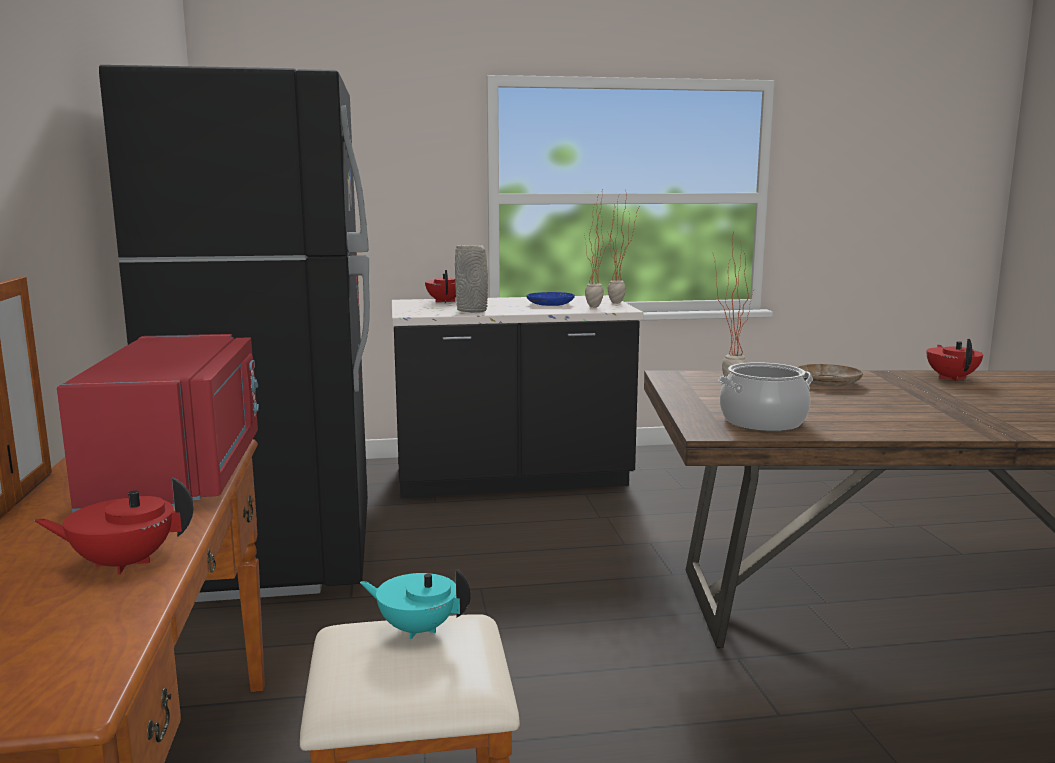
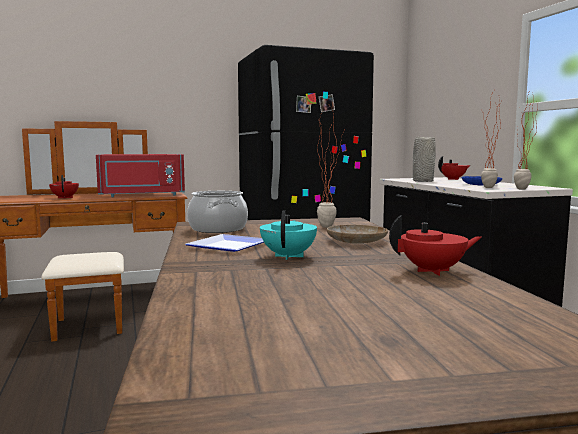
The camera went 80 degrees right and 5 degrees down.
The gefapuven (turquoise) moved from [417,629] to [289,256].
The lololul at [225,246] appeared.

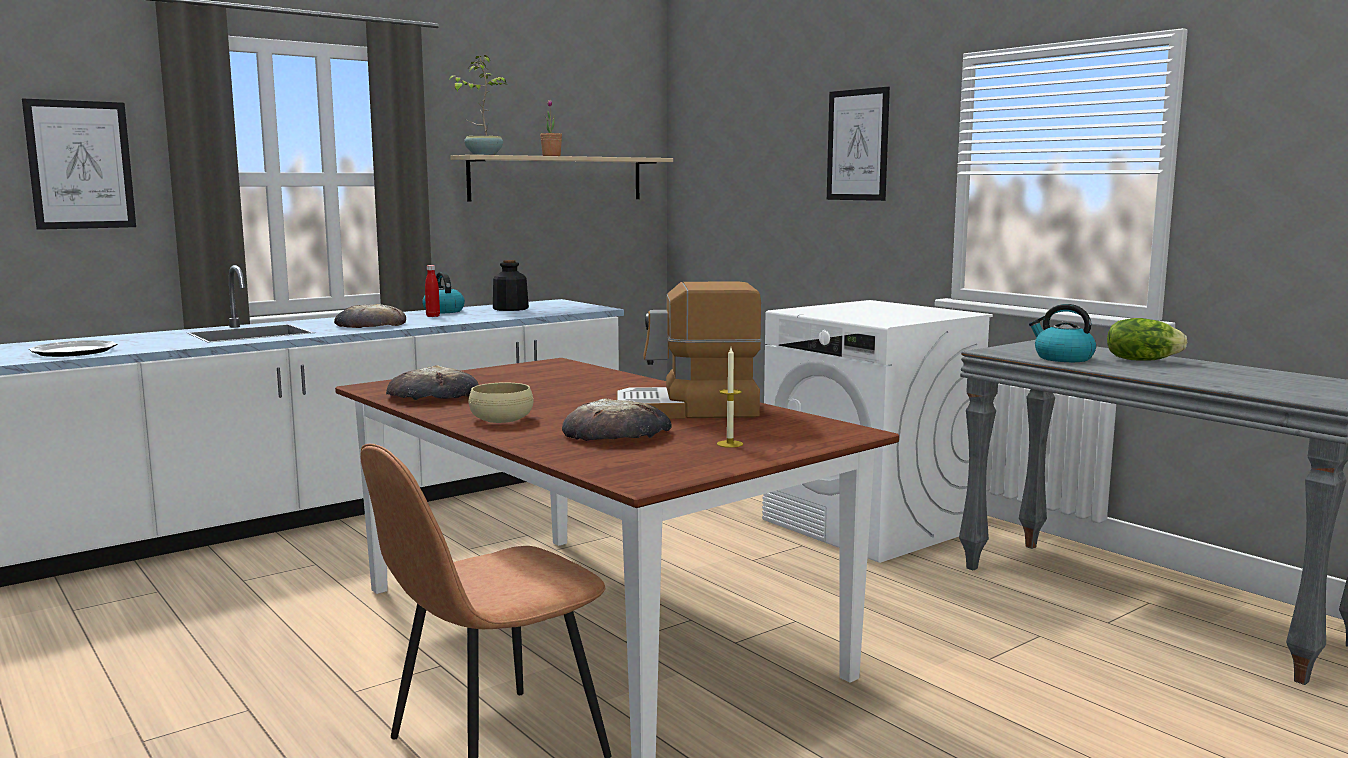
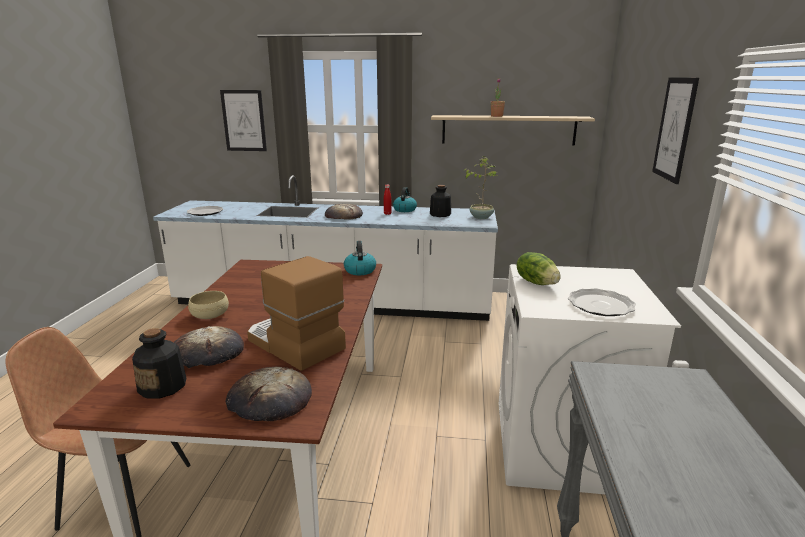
The camera went 45 degrees right and 10 degrees up.
The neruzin moved from [483,155] to [481,217].
The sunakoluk moved from [1062,358] to [360,270].
The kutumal moved from [1141,360] to [536,282].
The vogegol at [730,444] disappeared.
The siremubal moved from [434,396] to [269,399].
The lololul at [600,305] appeared.
The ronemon at [163,386] appeared.

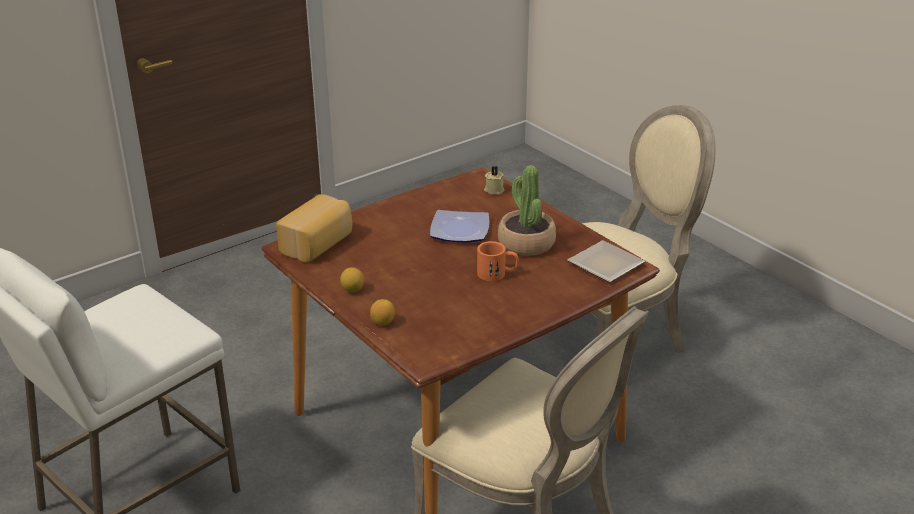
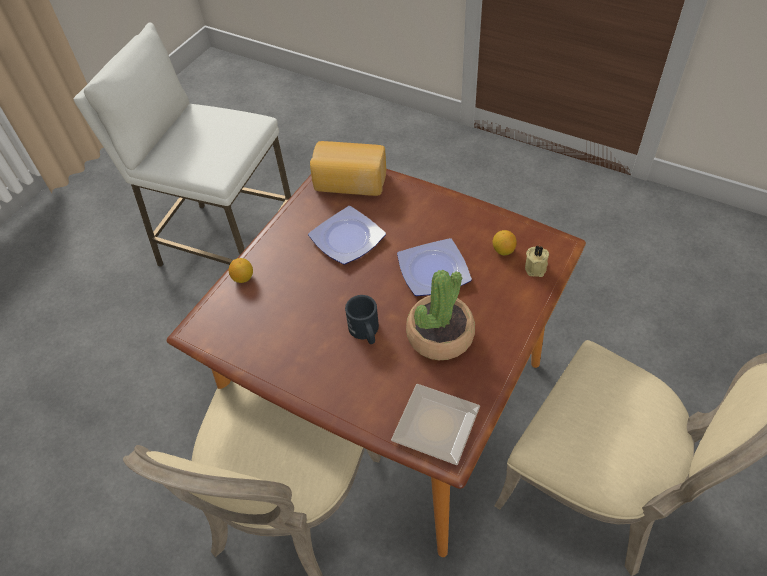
The camera went 70 degrees right and 20 degrees up.
The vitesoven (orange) at [497,274] became the vitesoven (black) at [365,332].
The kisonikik moved from [352,290] to [503,250].
The lololul at [345,239] appeared.

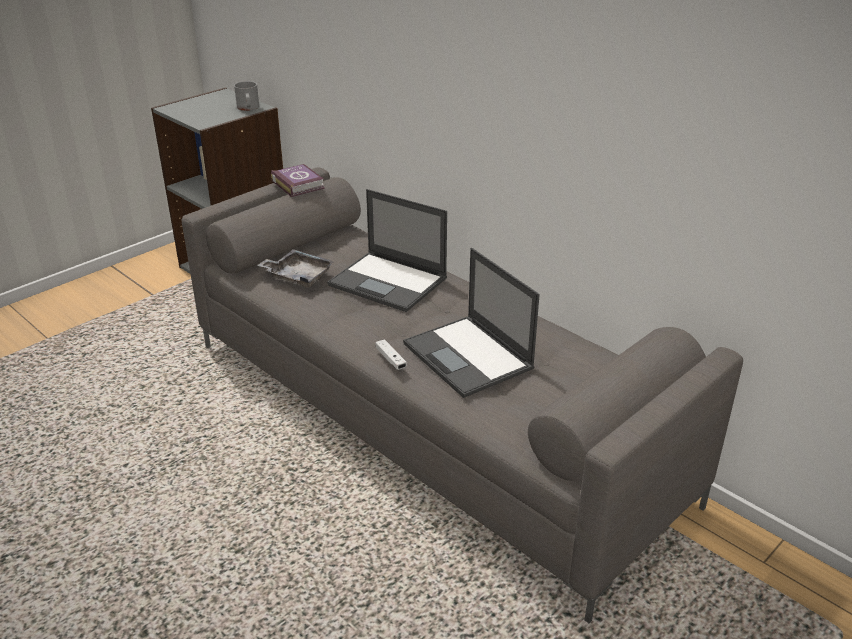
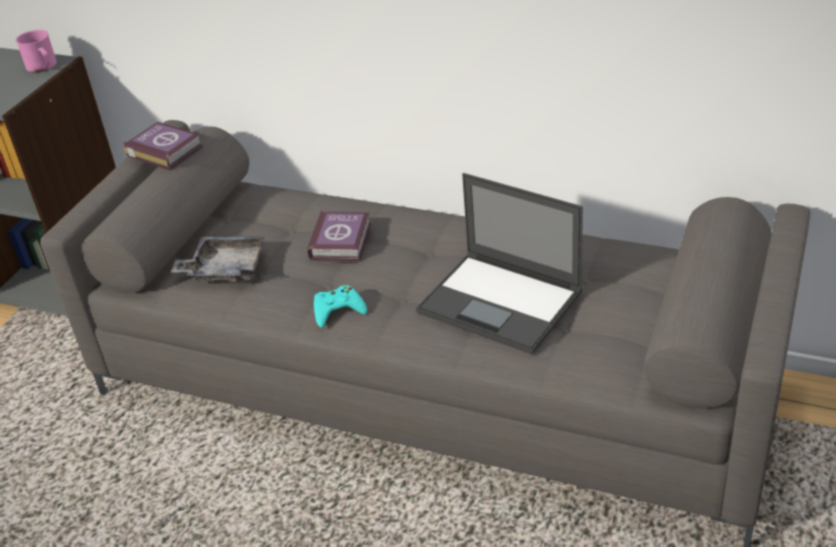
The camera went 20 degrees left and 5 degrees up.
The vitesoven (grey) at [248,108] became the vitesoven (pink) at [43,67].
The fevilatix at [389,282] was replaced by the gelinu at [342,241].
The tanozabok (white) at [390,359] disappeared.
The tanozabok (turquoise) at [338,310] appeared.

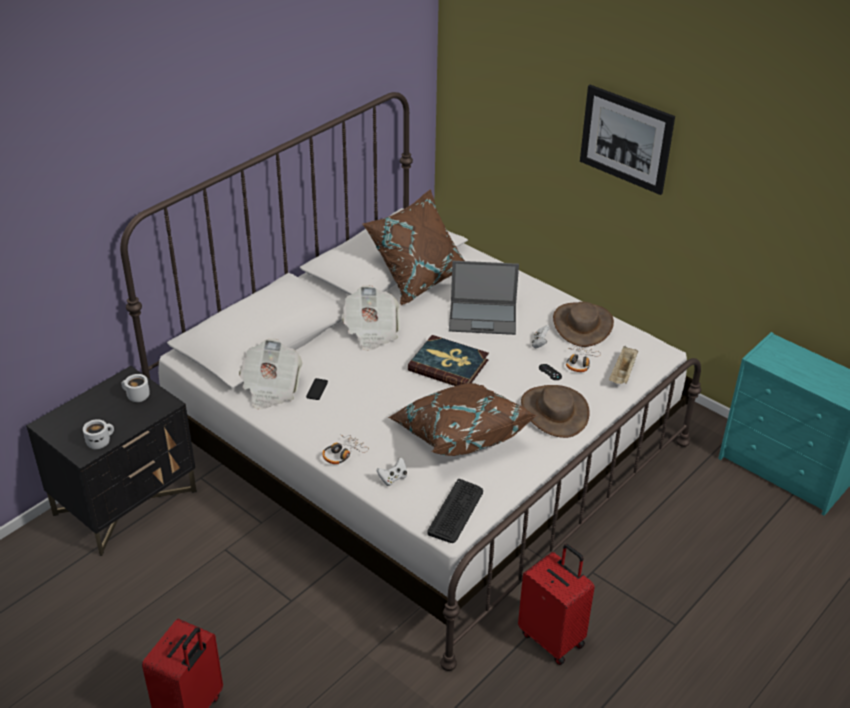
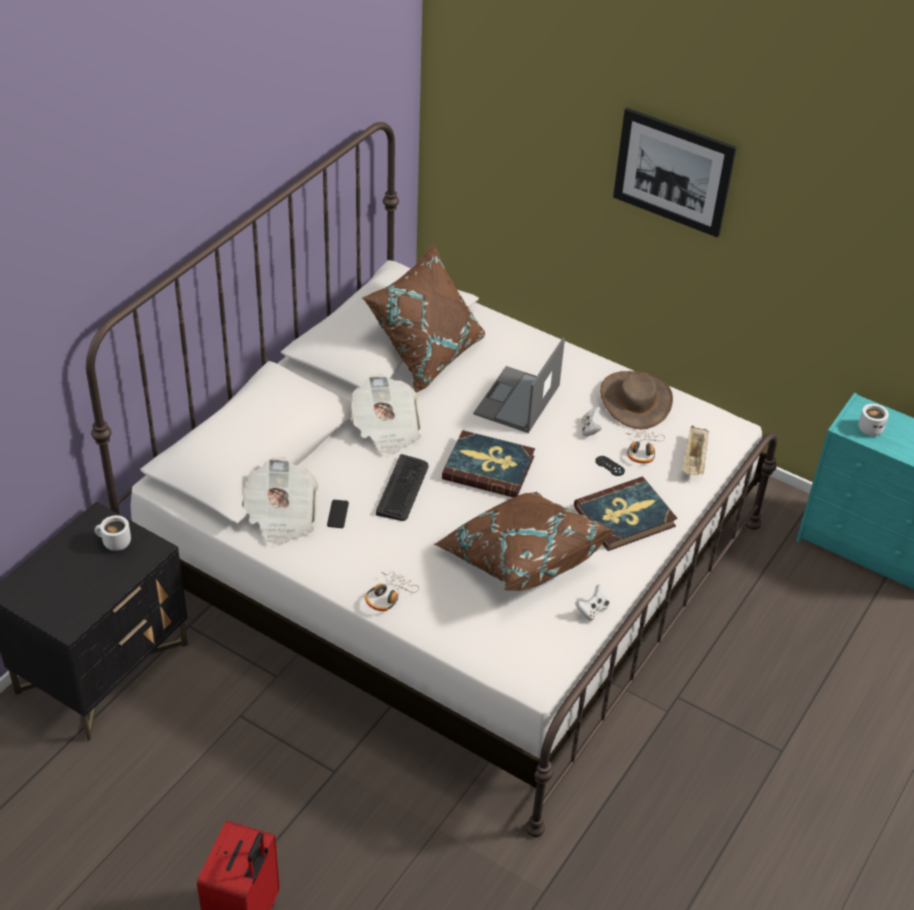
The camera went 10 degrees left and 5 degrees up.
The fevilatix at [483,318] turned 120 degrees clockwise.
The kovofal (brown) at [554,411] was replaced by the gelinu at [625,517].
The vitesoven (white) moved from [100,441] to [870,427].
The tanozabok (white) moved from [393,478] to [592,610].
The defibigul moved from [456,512] to [403,488].
The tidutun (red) at [553,638] disappeared.

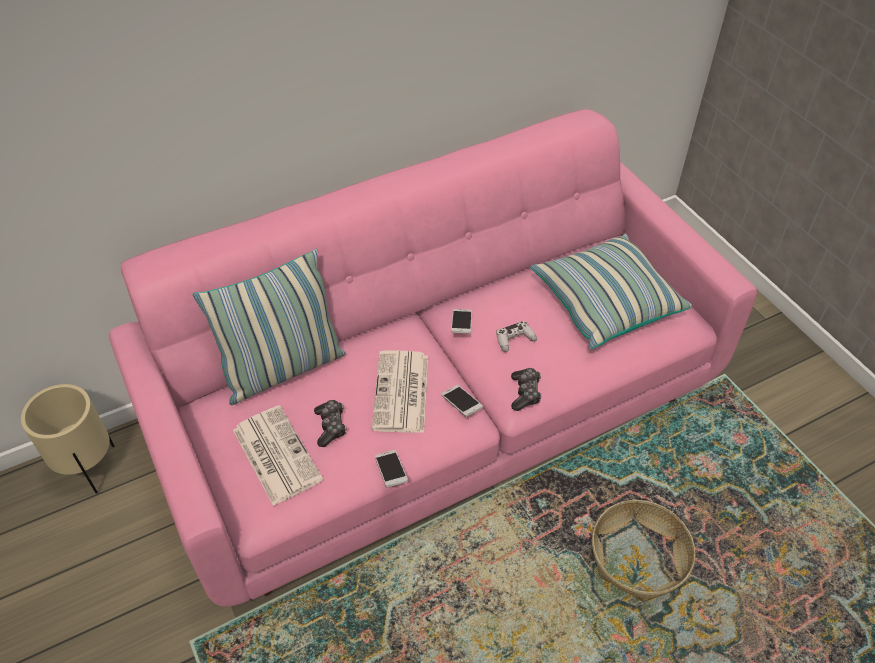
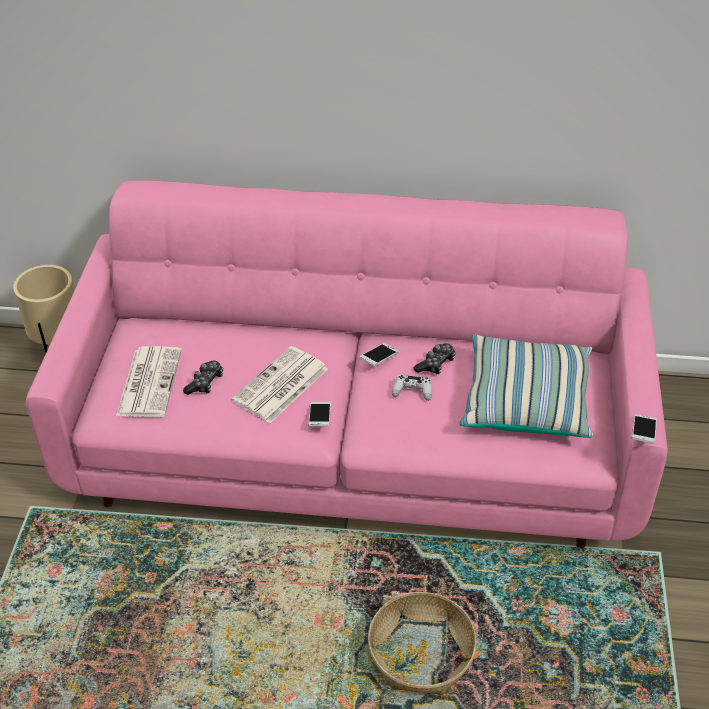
The camera went 35 degrees right and 5 degrees down.
The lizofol at [283,369] disappeared.
The tanozabok moved from [525,393] to [436,364].
The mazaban moved from [391,472] to [643,433].

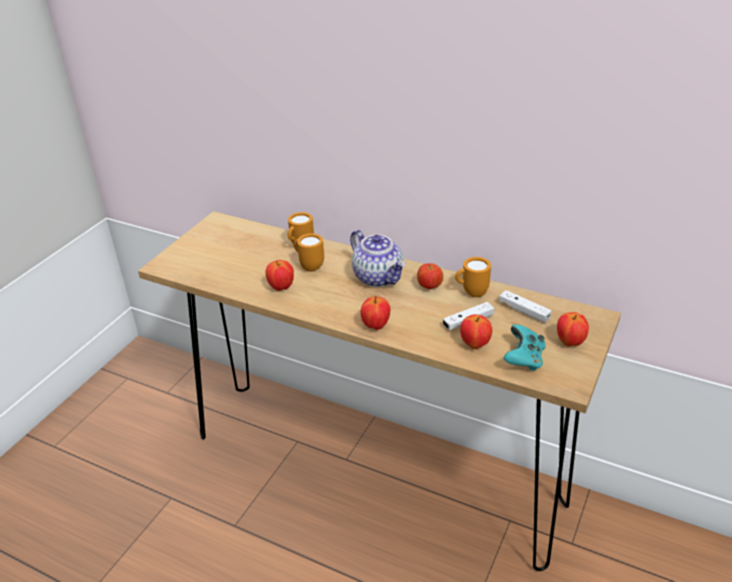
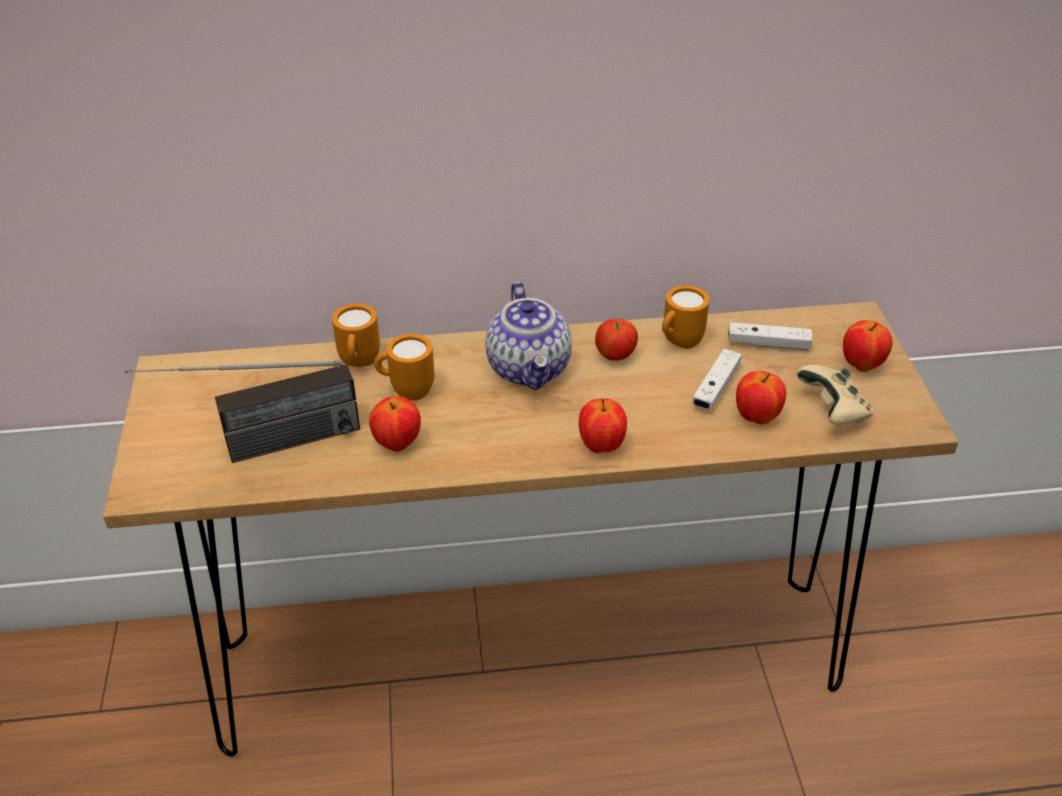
The camera went 35 degrees left and 5 degrees up.
The gefapuven at [379,277] turned 60 degrees clockwise.
The tanozabok (turquoise) at [524,359] became the tanozabok (beige) at [833,411].
The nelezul at [259,447] appeared.

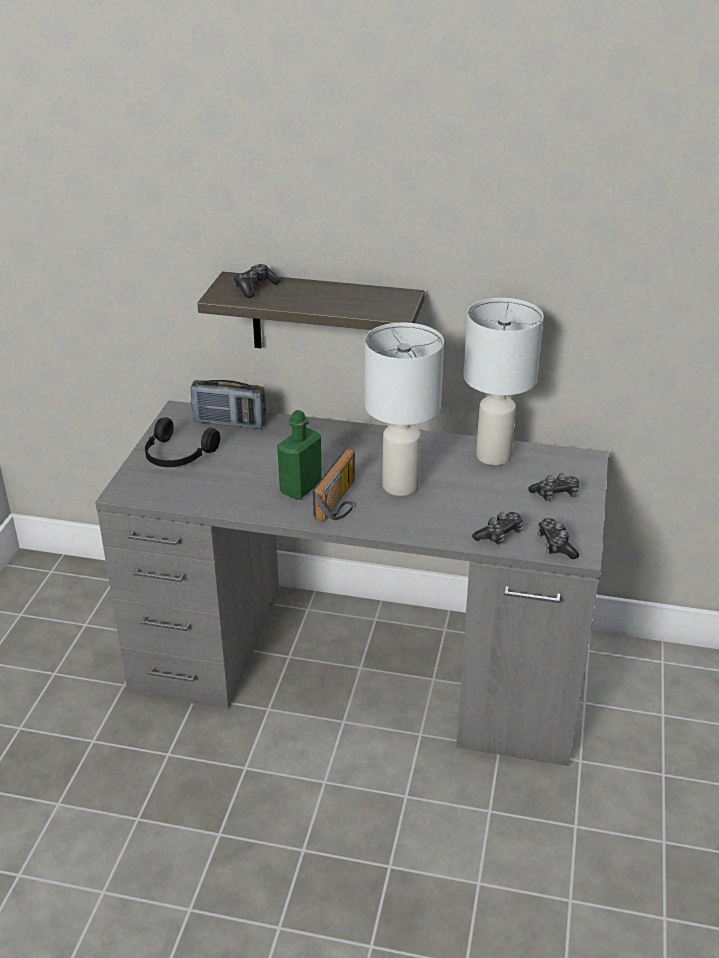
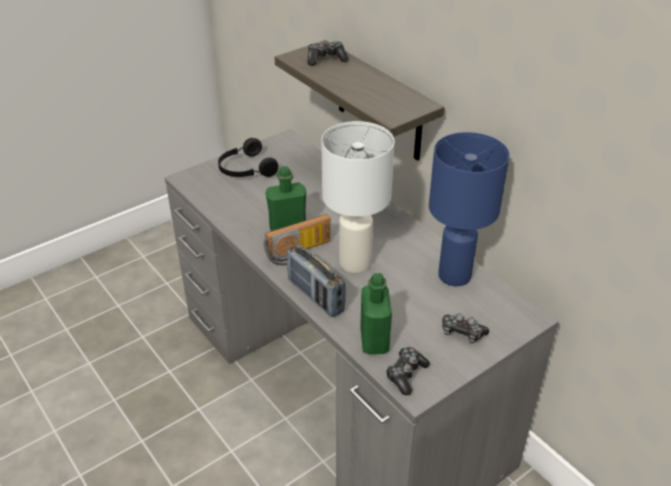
The camera went 40 degrees right and 5 degrees up.
The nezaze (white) at [494,456] became the nezaze (blue) at [454,276].
The nelezul moved from [229,423] to [315,296].
The tanozabok at [499,535] was replaced by the ronemon (green) at [374,340].

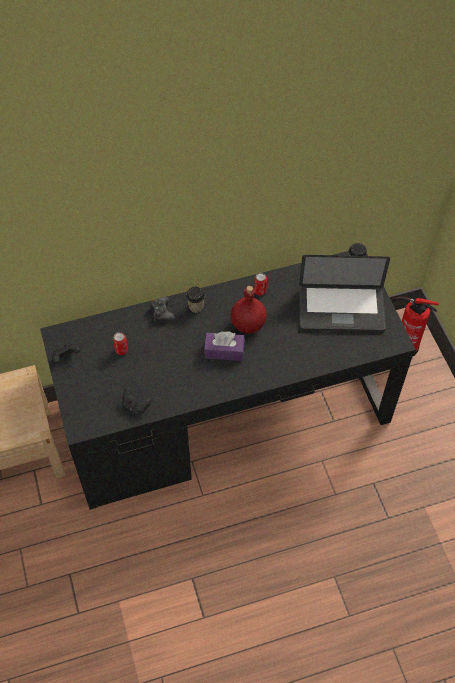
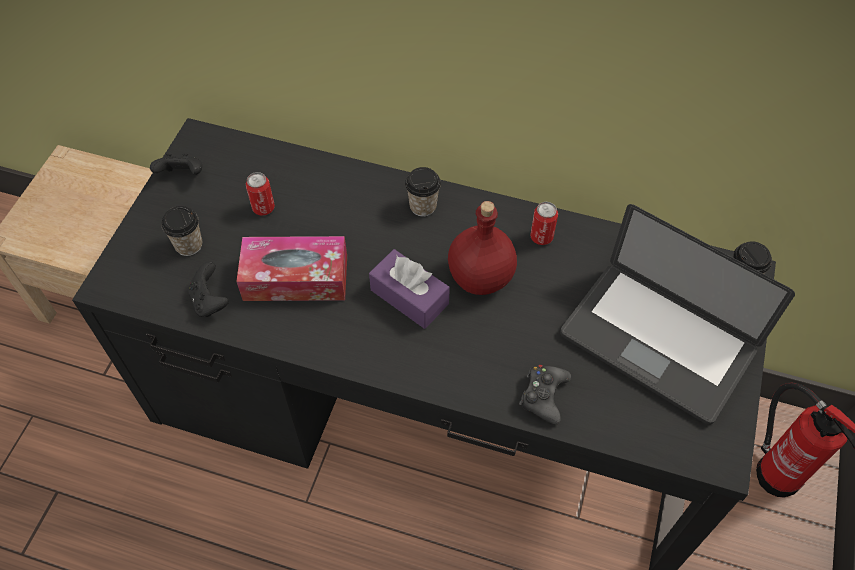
The camera went 35 degrees right and 0 degrees up.
The tanozabok (black) moved from [162,312] to [543,396].
The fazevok at [189,245] appeared.
The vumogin at [295,278] appeared.

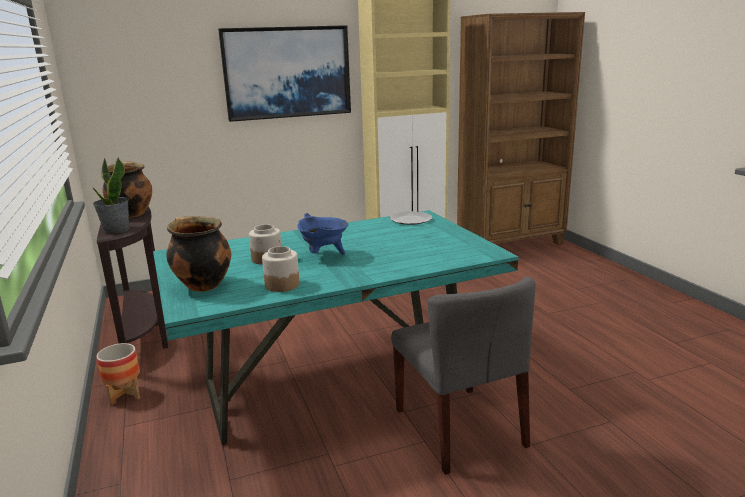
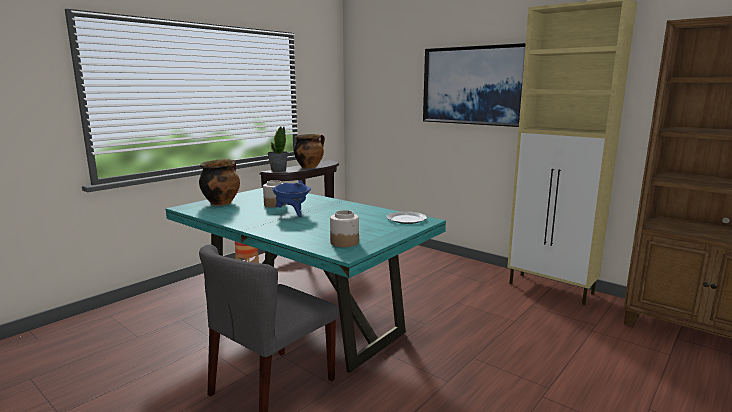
The camera went 60 degrees right and 5 degrees down.
The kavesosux moved from [282,285] to [344,242].

